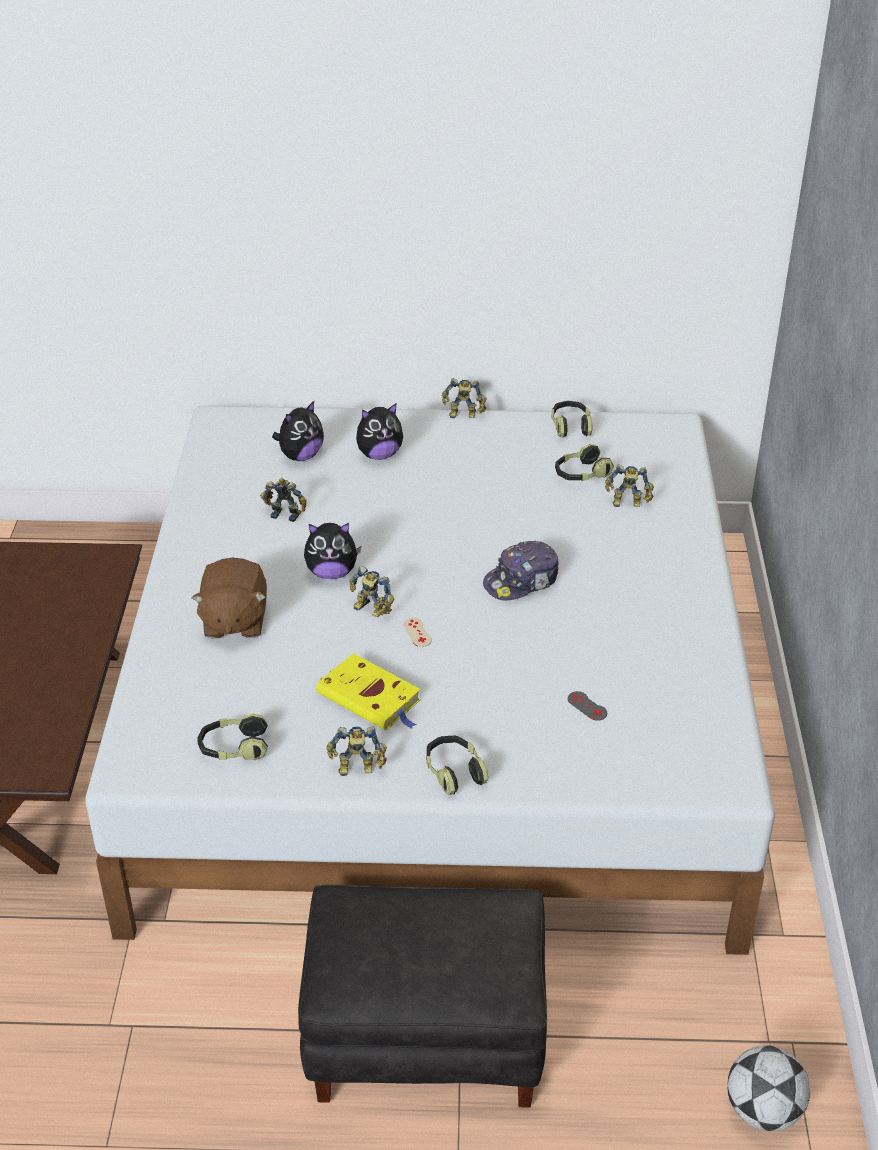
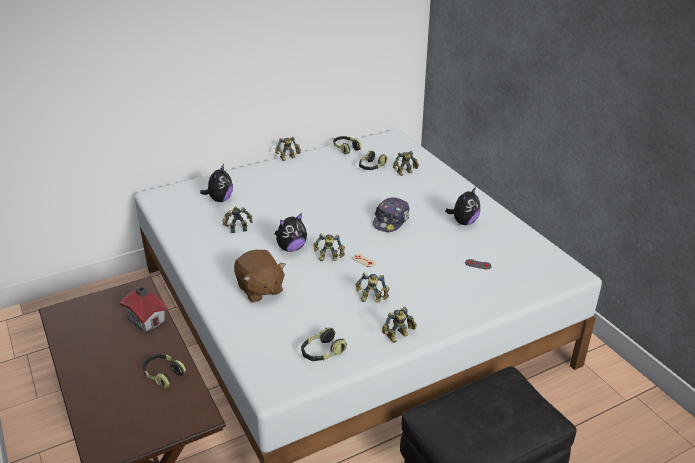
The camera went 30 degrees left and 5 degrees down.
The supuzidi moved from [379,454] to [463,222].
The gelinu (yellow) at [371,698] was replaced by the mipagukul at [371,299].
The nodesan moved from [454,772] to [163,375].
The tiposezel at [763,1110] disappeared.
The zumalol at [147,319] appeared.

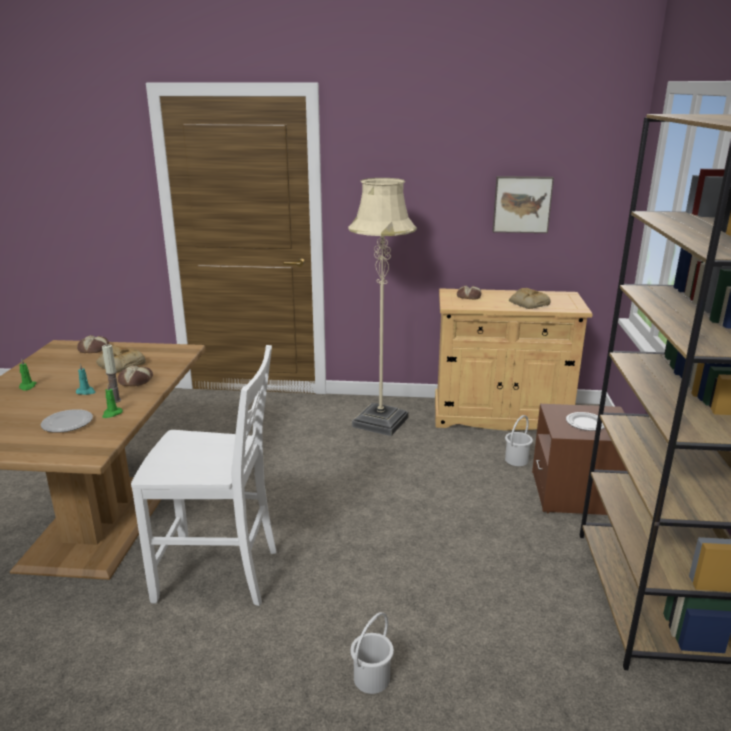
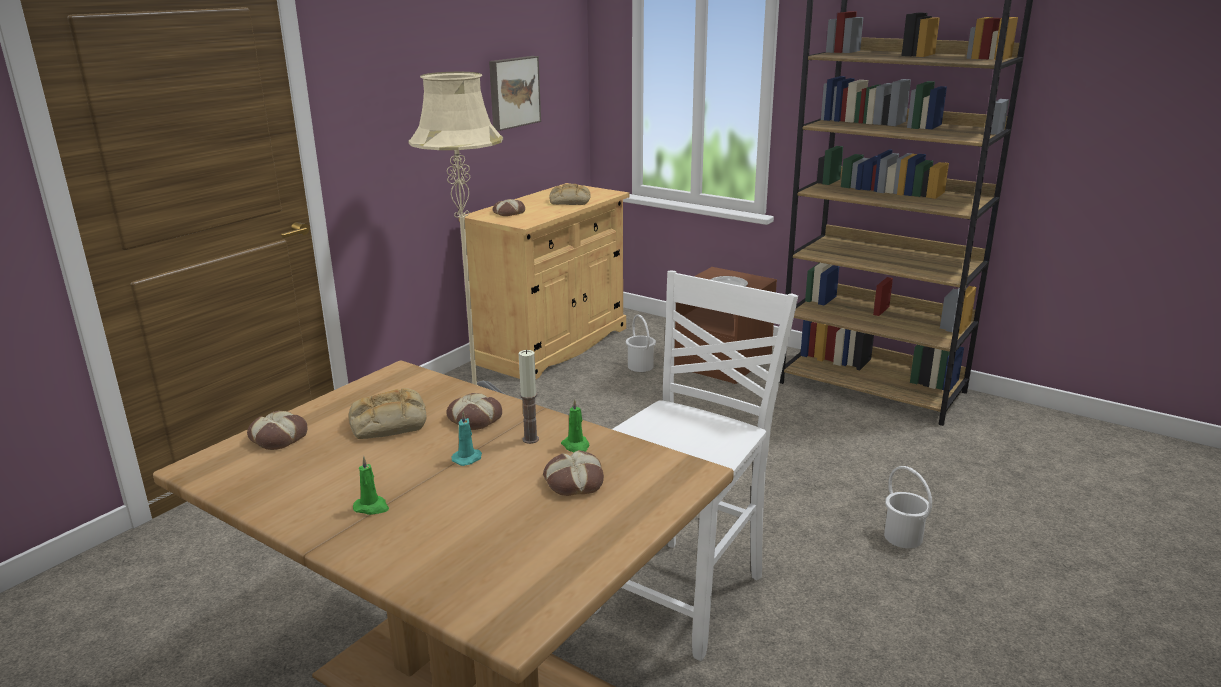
The camera went 60 degrees left and 0 degrees up.
The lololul at [67,423] was replaced by the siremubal at [573,481].

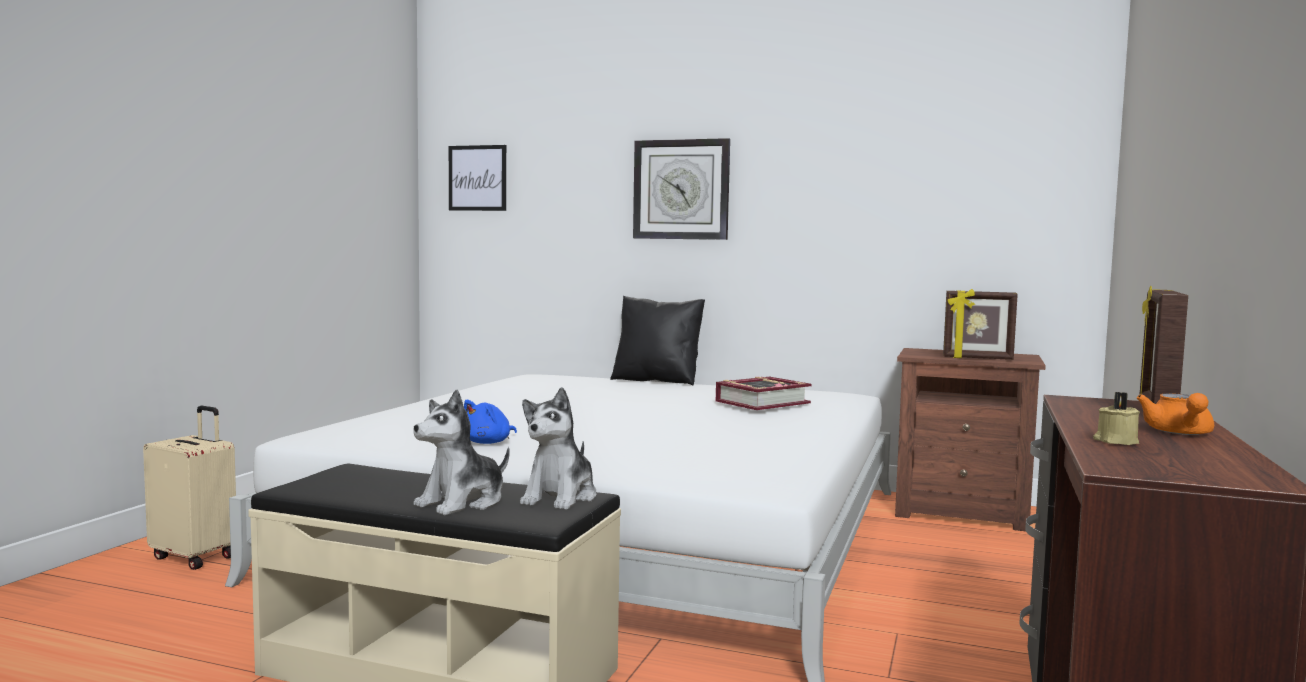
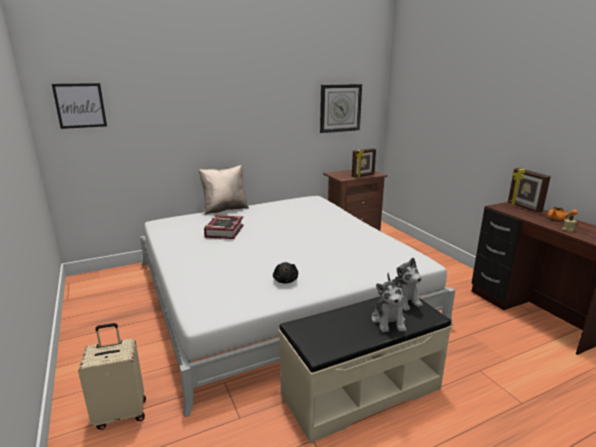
The camera went 45 degrees left and 15 degrees up.
The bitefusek moved from [681,189] to [340,108].
The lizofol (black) at [657,381] became the lizofol (beige) at [225,209].
The gelinu moved from [762,402] to [224,231].
The supuzidi (blue) at [488,442] became the supuzidi (black) at [285,280].

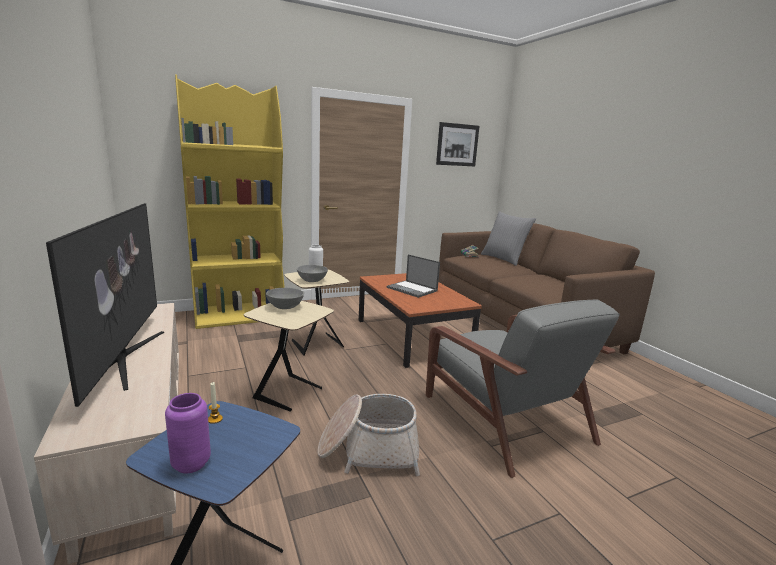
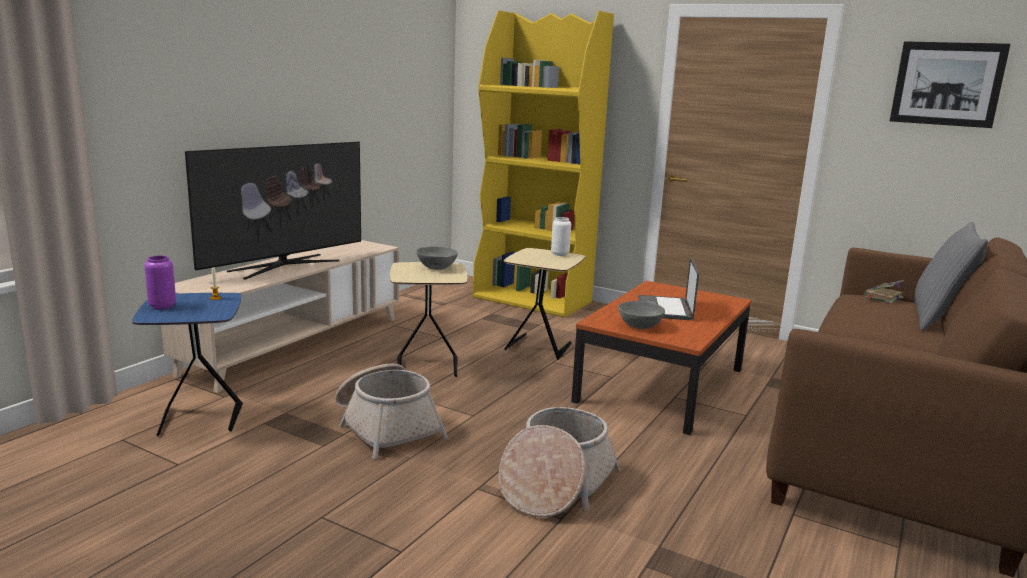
The camera went 55 degrees right and 0 degrees up.
The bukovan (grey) moved from [312,280] to [640,326].
The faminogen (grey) at [503,416] was replaced by the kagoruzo at [555,484].

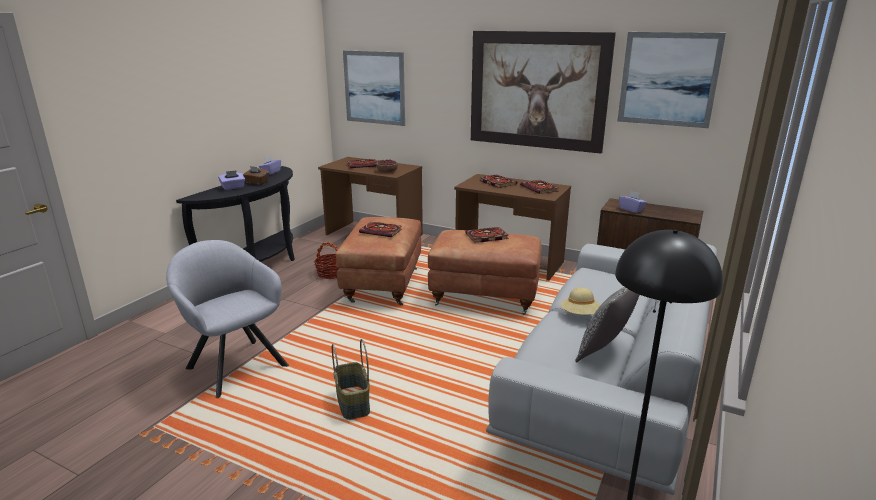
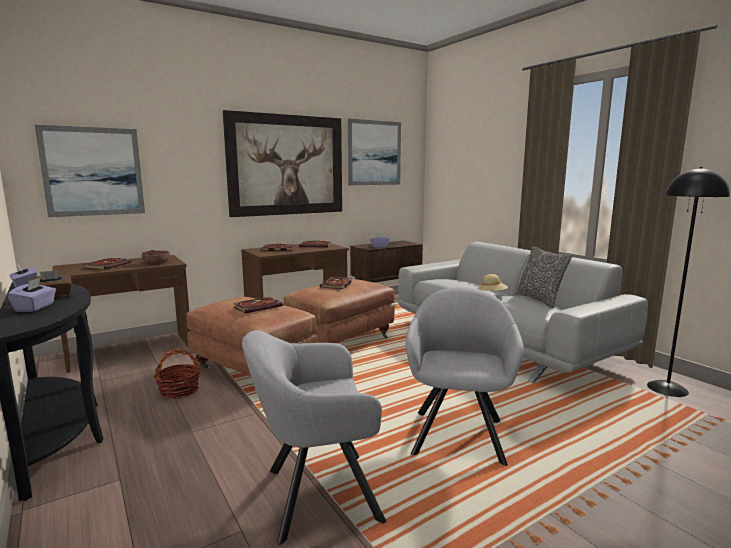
The camera went 60 degrees left and 10 degrees down.
The kagoruzo at [354,403] was replaced by the faminogen (grey) at [458,433].

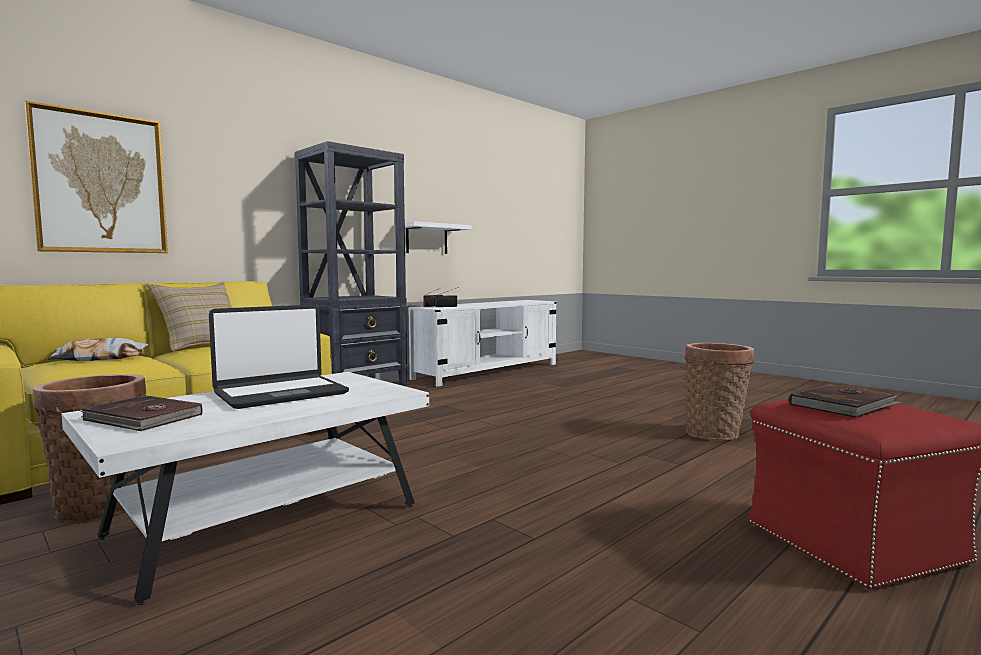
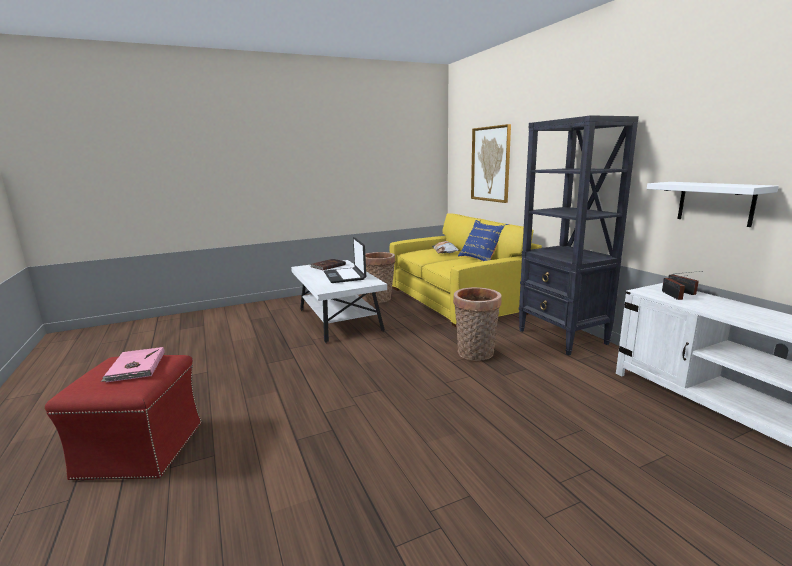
The camera went 110 degrees right and 10 degrees up.
The lizofol (beige) at [202,346] became the lizofol (blue) at [481,259].
The kagoruzo moved from [715,433] to [475,354].
The gelinu (brown) at [844,405] became the gelinu (pink) at [135,367].

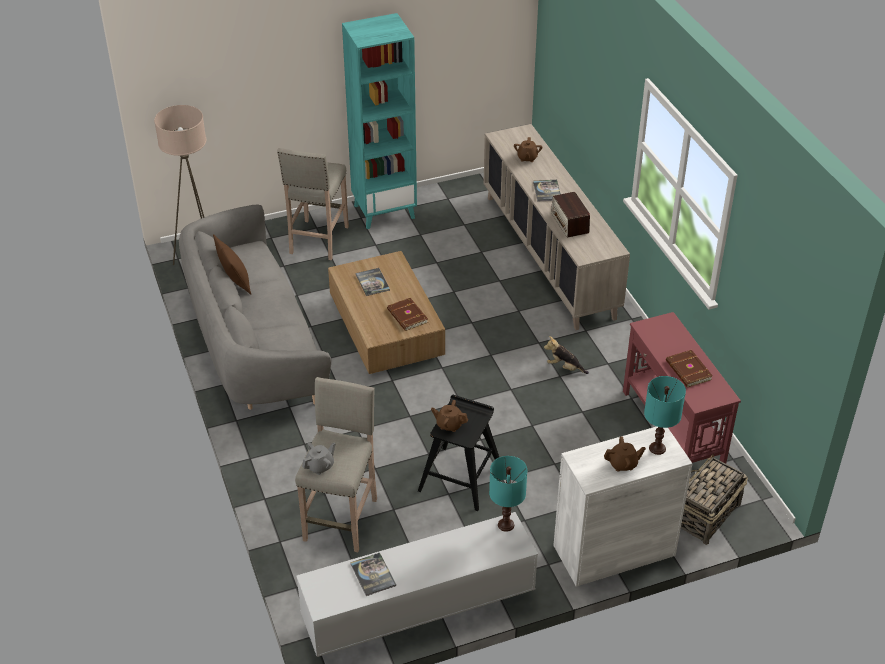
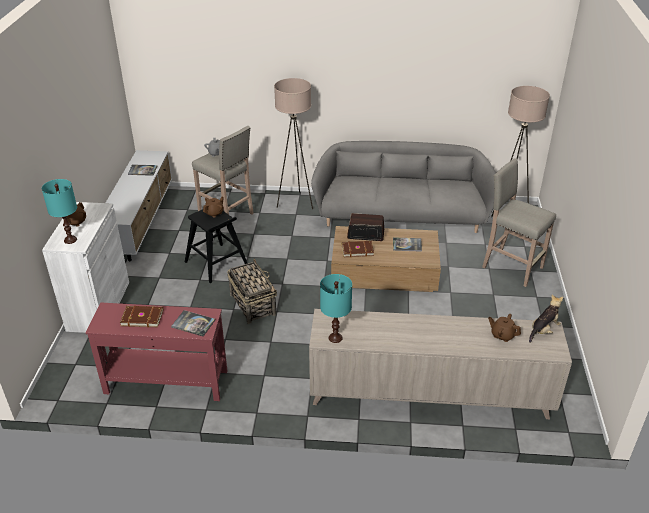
The camera went 115 degrees right and 5 degrees down.
The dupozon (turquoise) at [384,211] disappeared.
The gelinu moved from [547,191] to [193,324].
The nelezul moved from [569,223] to [365,234].
The lizofol (brown) at [235,282] disappeared.
The supuzidi moved from [564,367] to [543,330].
The kagoruzo moved from [705,515] to [252,304].
The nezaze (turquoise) moved from [506,524] to [335,338].
The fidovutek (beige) at [296,203] appeared.

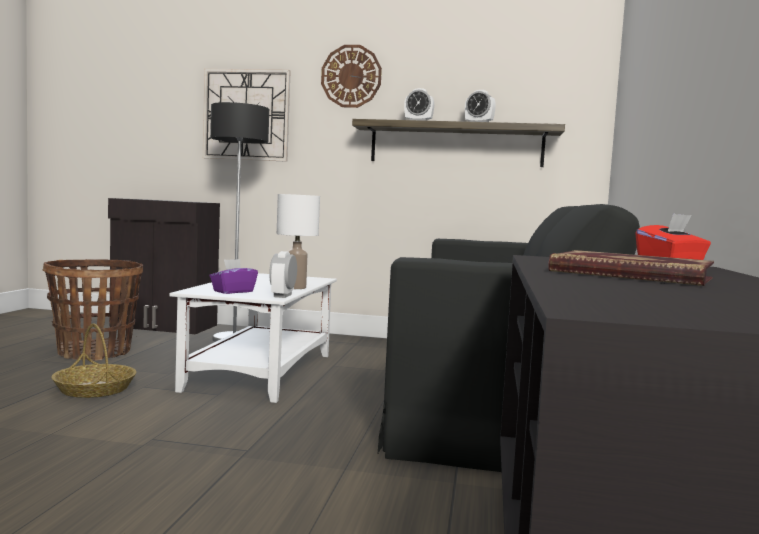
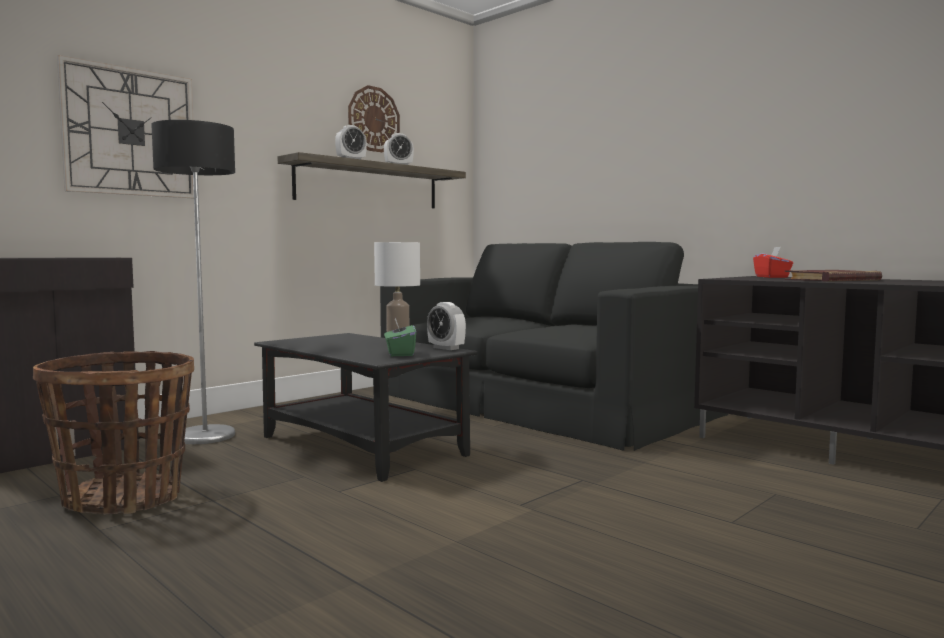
The camera went 55 degrees left and 0 degrees up.
The bitefusek moved from [351,76] to [373,119].
The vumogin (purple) at [233,291] became the vumogin (green) at [400,354].
The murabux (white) at [261,372] became the murabux (black) at [363,446].
The kagoruzo at [94,389] disappeared.

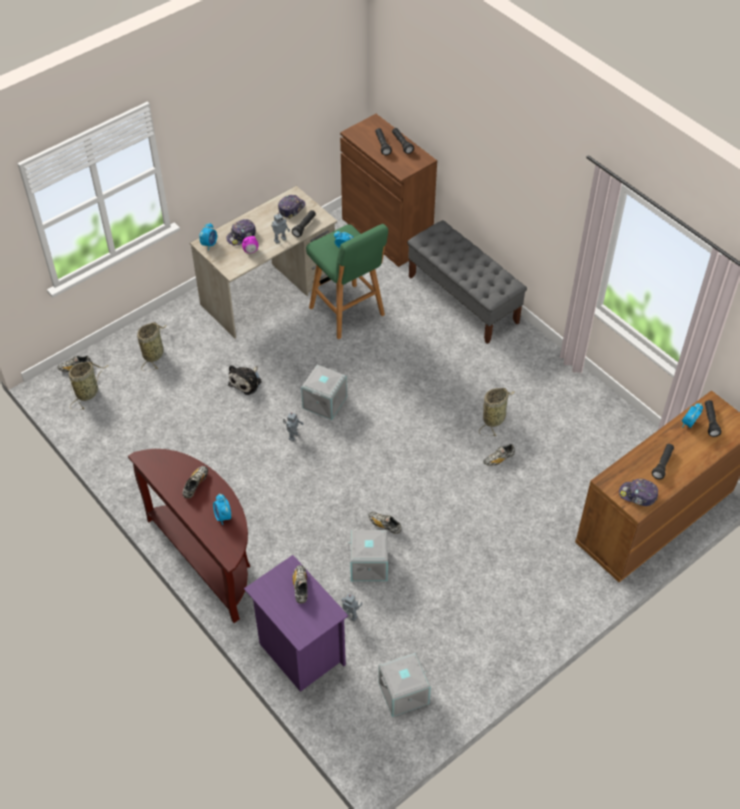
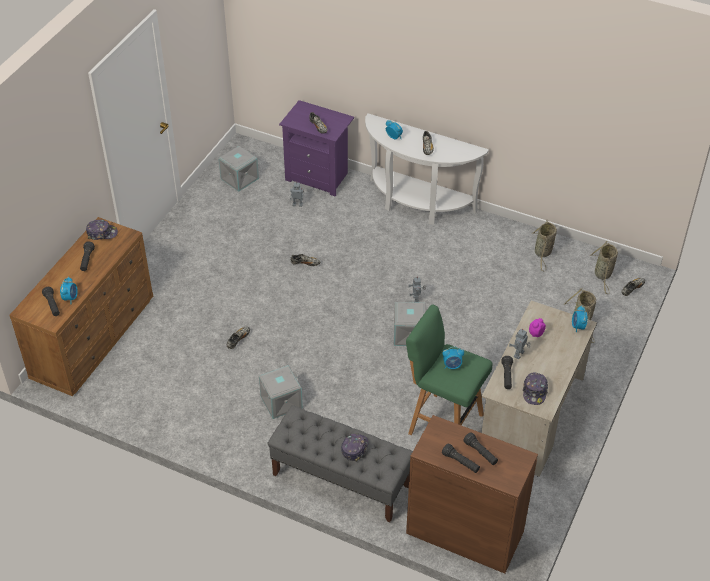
The camera went 155 degrees right and 5 degrees down.
The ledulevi moved from [241,236] to [354,448].
The supuzidi at [246,382] disappeared.
The kagoruzo moved from [494,418] to [543,253].
The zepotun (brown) at [208,558] became the zepotun (white) at [417,204].
The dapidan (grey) moved from [369,564] to [281,402].

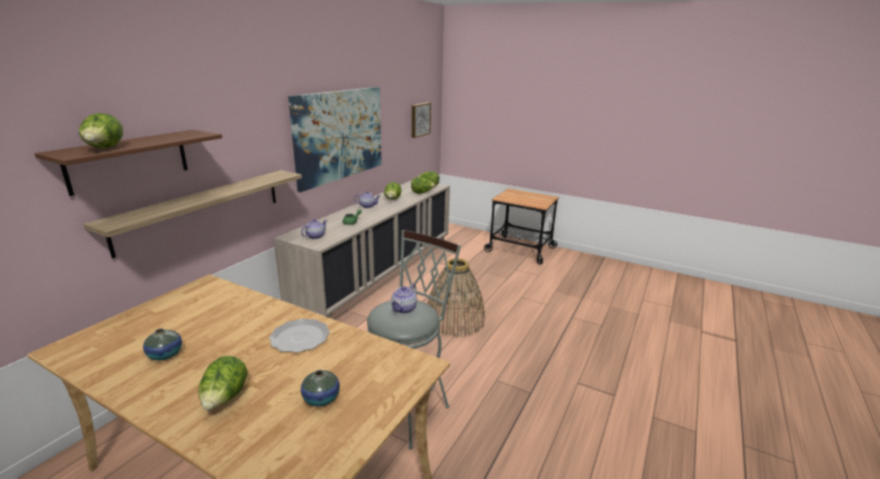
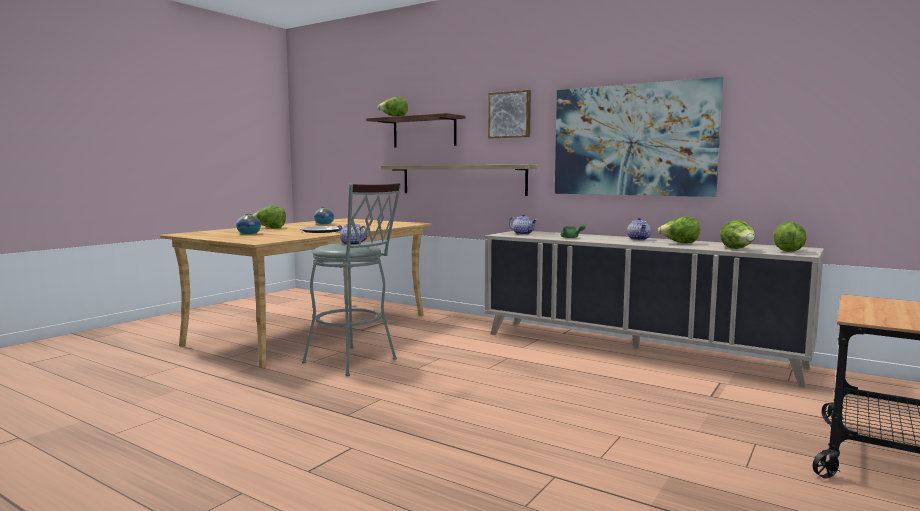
The camera went 95 degrees right and 15 degrees down.
The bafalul moved from [419,119] to [510,115].
The kagoruzo at [455,320] disappeared.

